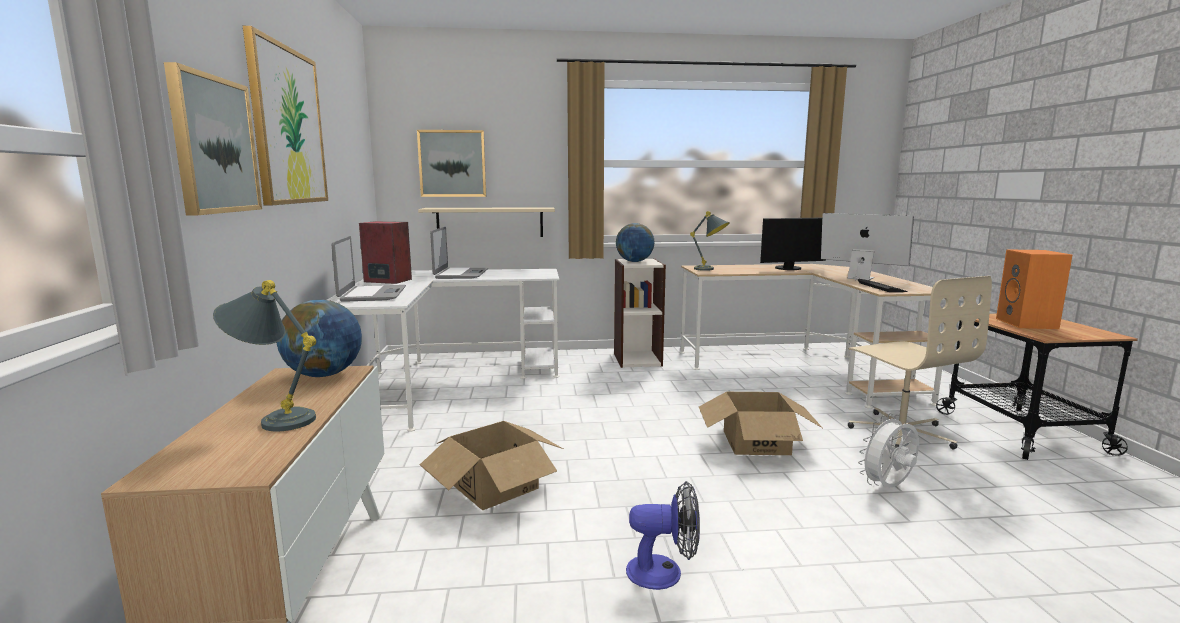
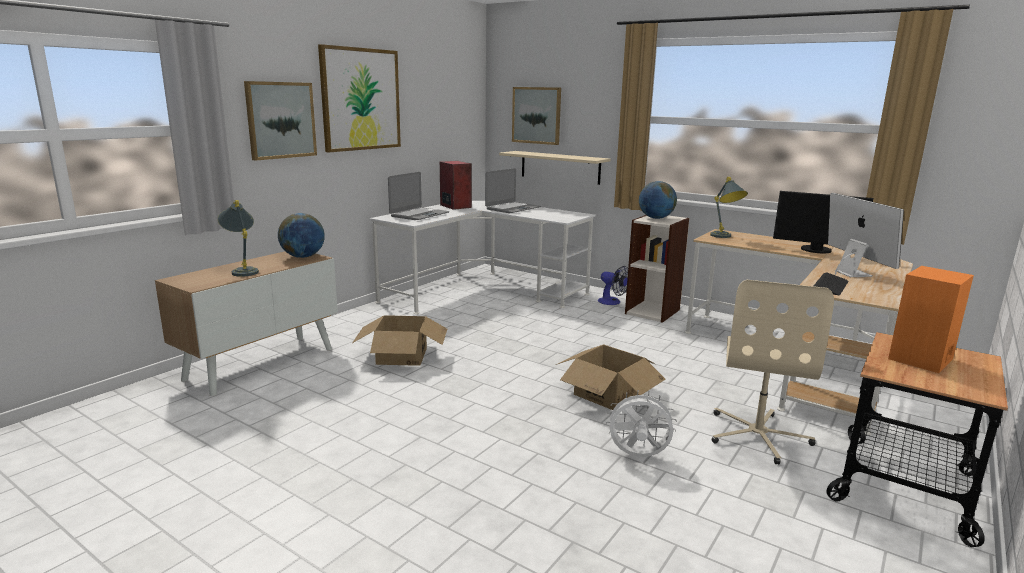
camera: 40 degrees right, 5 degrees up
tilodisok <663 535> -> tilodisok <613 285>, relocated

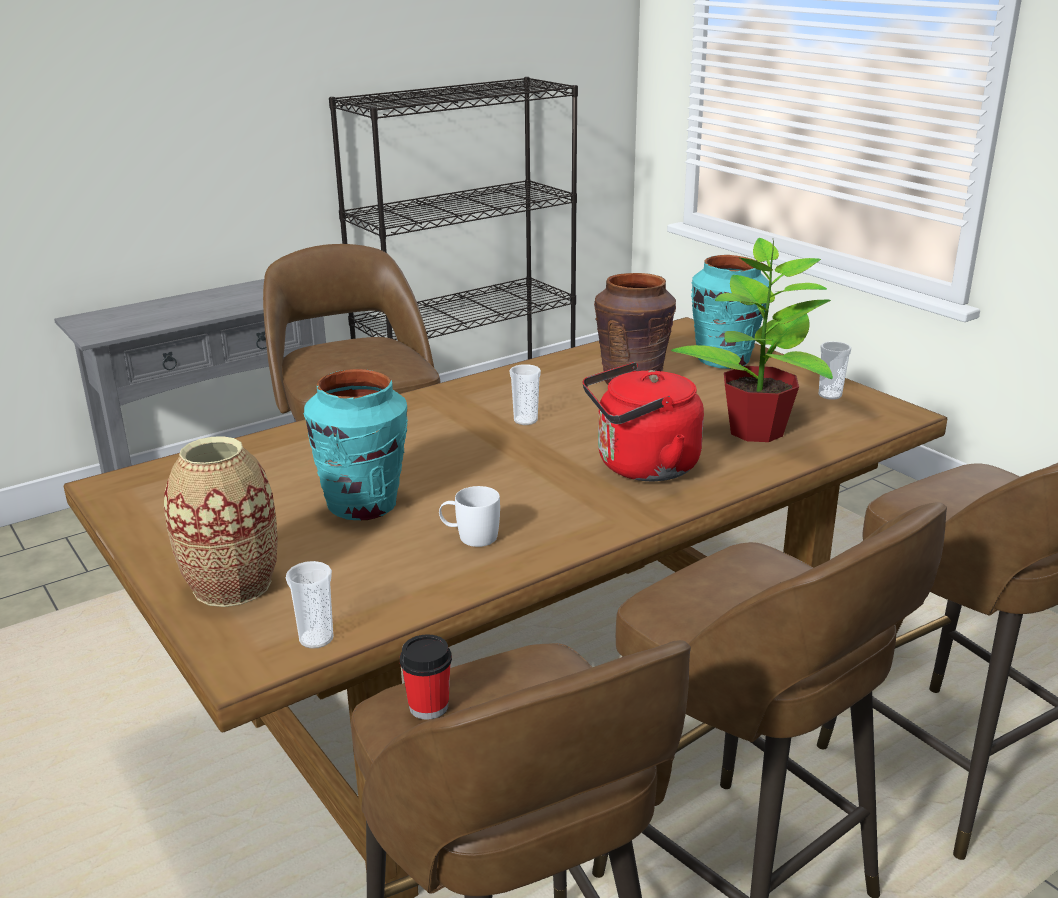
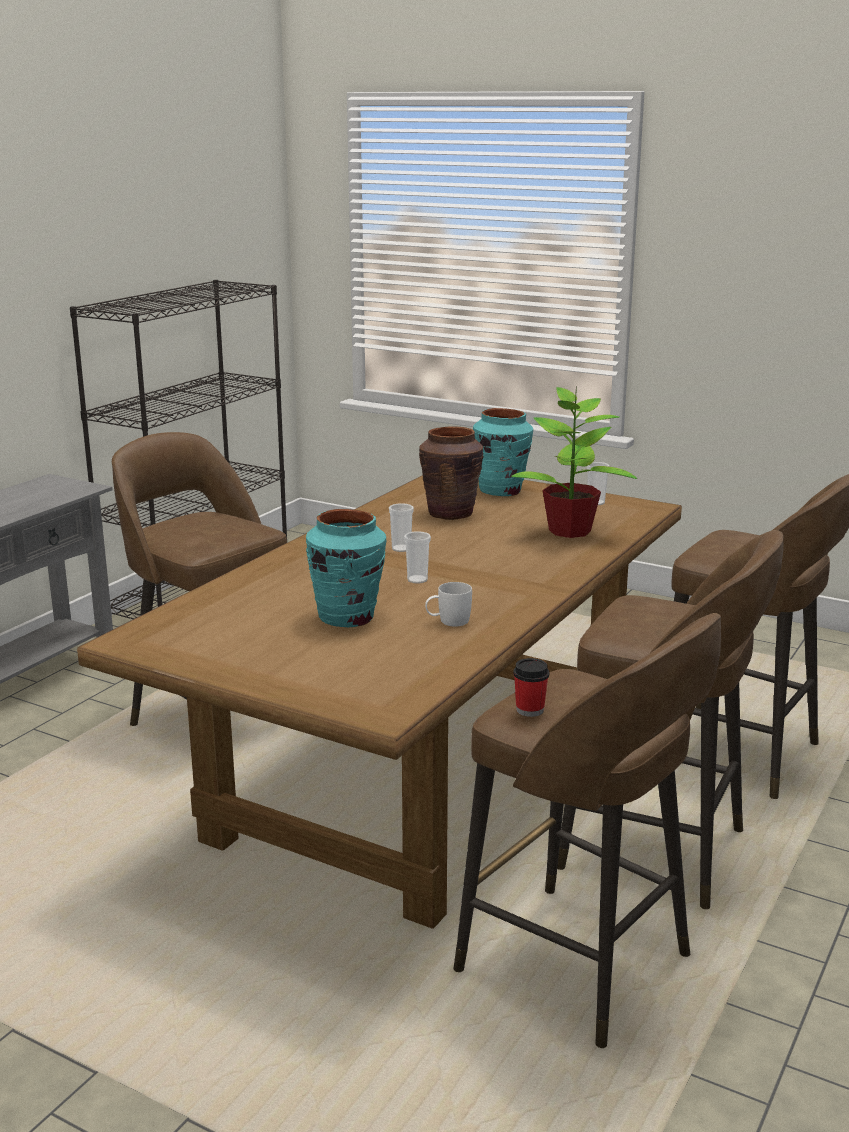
camera: 25 degrees left, 5 degrees down
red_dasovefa <643 421> -> none
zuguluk <221 521> -> none
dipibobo <310 605> -> dipibobo <417 557>, relocated

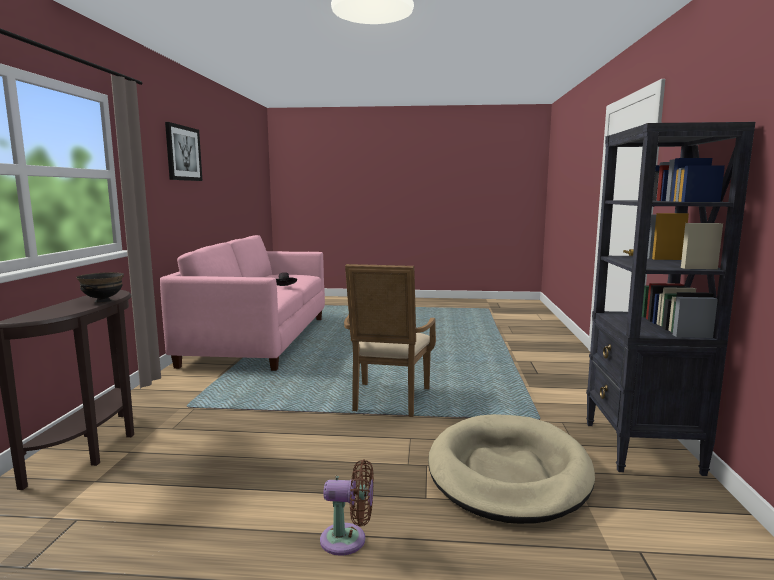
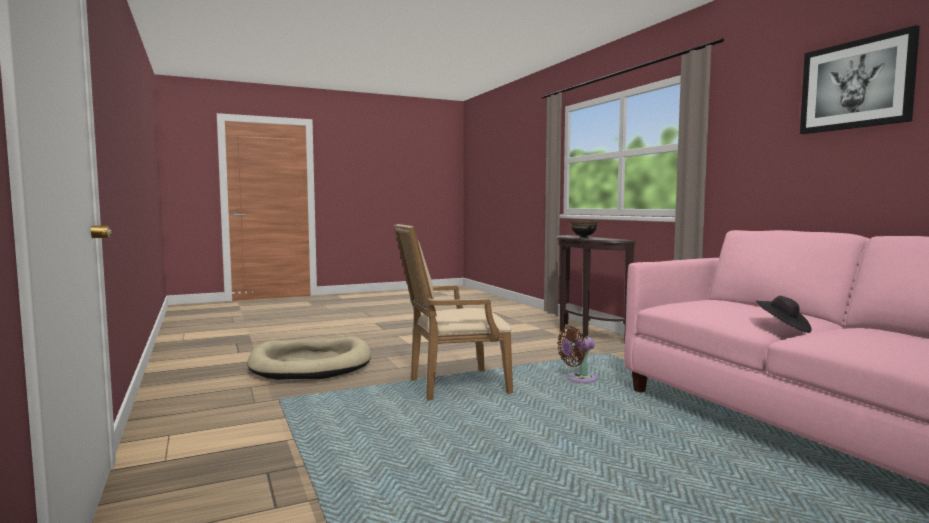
camera: 150 degrees right, 5 degrees down
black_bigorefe <670 299> -> none
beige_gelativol <390 340> -> beige_gelativol <453 312>, 90 degrees counterclockwise
brown_tilodisok <347 507> -> brown_tilodisok <577 354>, relocated

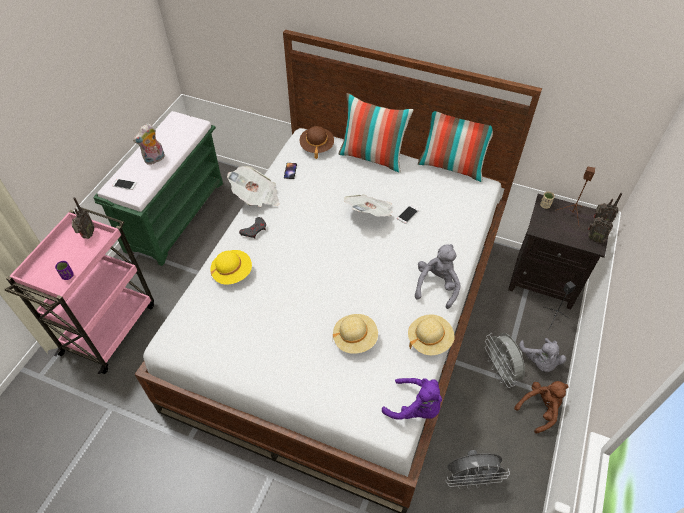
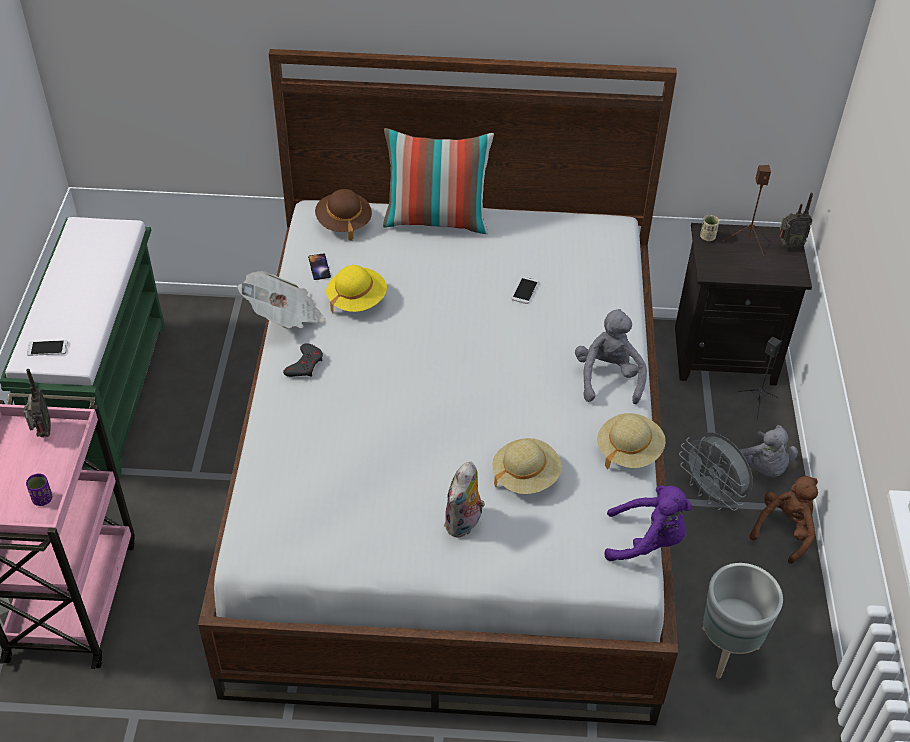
camera: 20 degrees left, 5 degrees down
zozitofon <455 146> -> none
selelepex <149 143> -> selelepex <464 499>, relocated
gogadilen <368 205> -> none
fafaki <602 226> -> none
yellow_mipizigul <231 267> -> yellow_mipizigul <356 289>, relocated
grey_tilodisok <477 469> -> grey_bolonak <742 621>

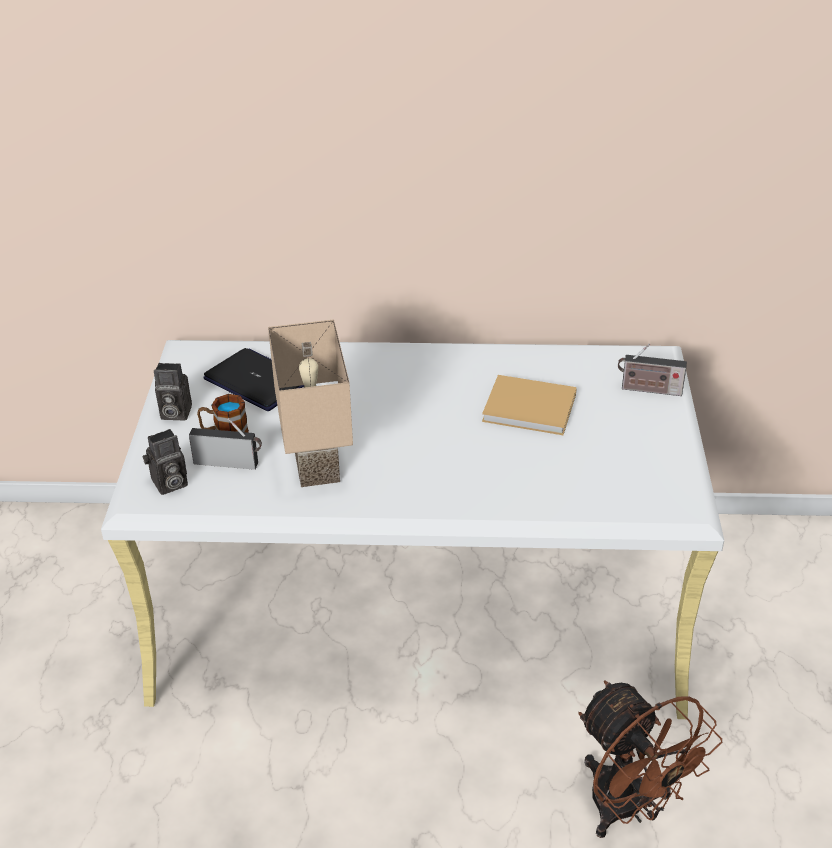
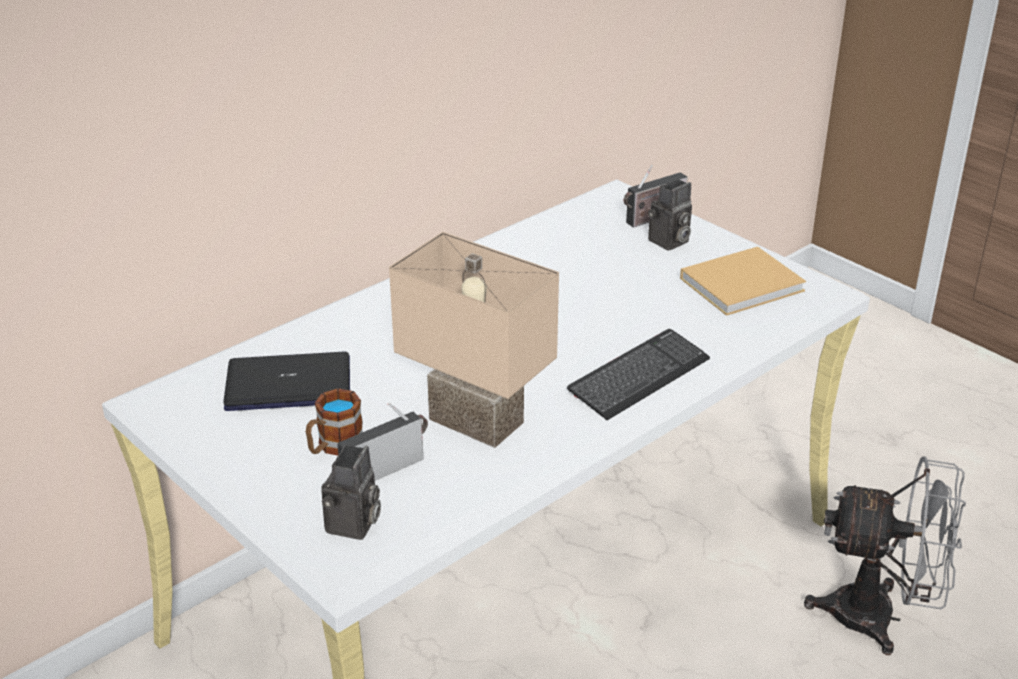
camera: 45 degrees left, 5 degrees down
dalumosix <173 392> -> dalumosix <670 215>, relocated
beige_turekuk <529 405> -> beige_turekuk <743 281>, relocated
brown_tilodisok <650 759> -> grey_tilodisok <885 555>
none -> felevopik <638 374>

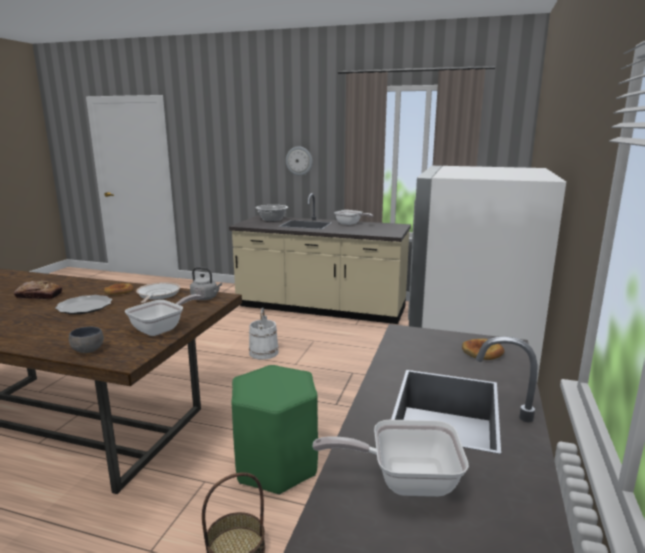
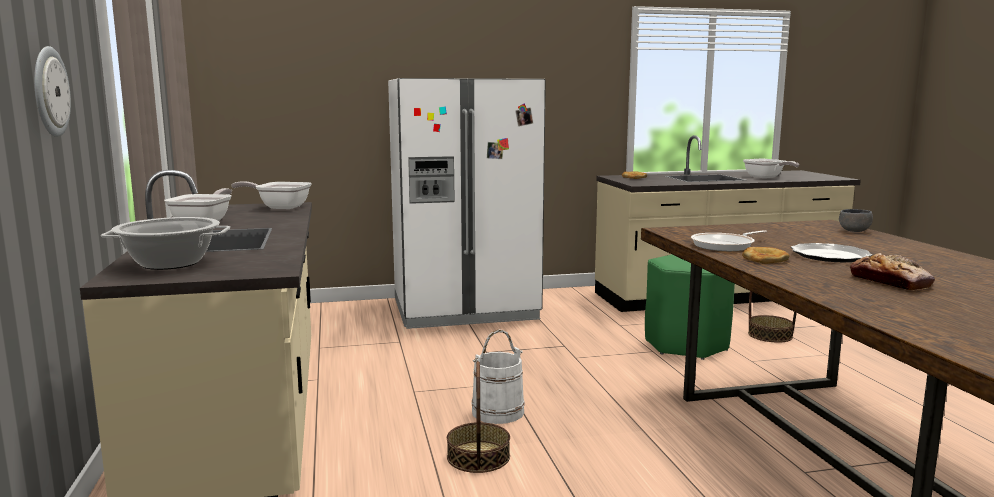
camera: 120 degrees left, 5 degrees down
grey_dasovefa <206 283> -> none
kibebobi <163 315> -> kibebobi <271 195>, relocated
none -> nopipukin <478 417>

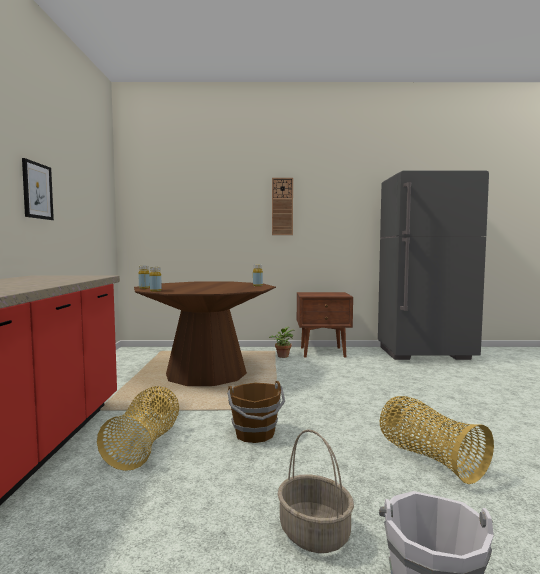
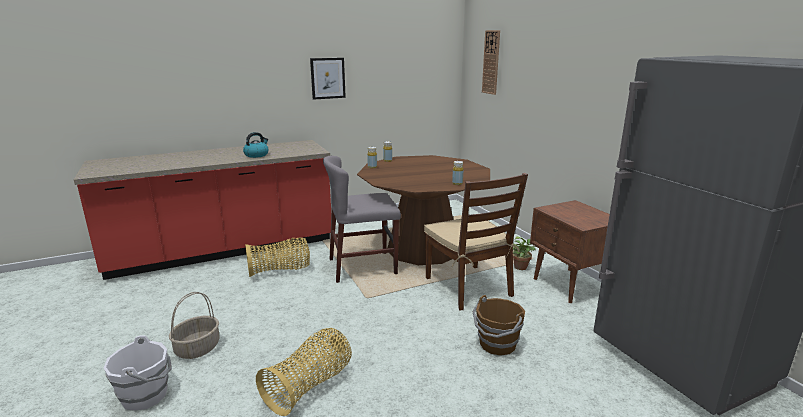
camera: 65 degrees right, 15 degrees up
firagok <282 206> -> firagok <491 62>, relocated
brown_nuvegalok <256 412> -> brown_nuvegalok <499 325>, relocated
none -> dasovefa <255 145>
none -> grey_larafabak <362 219>
none -> brown_larafabak <476 241>

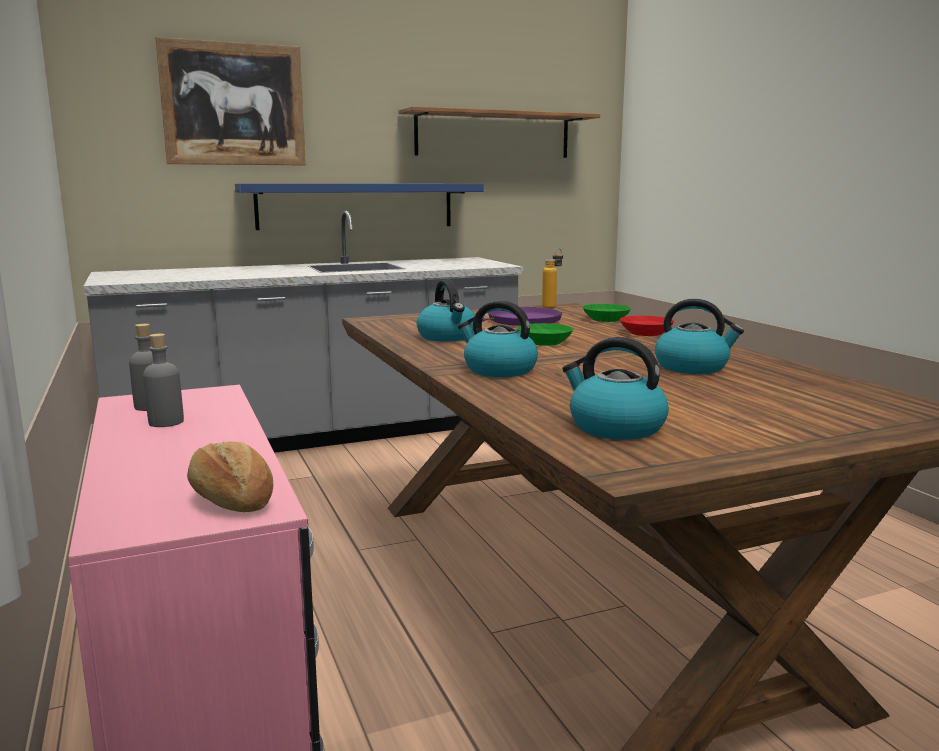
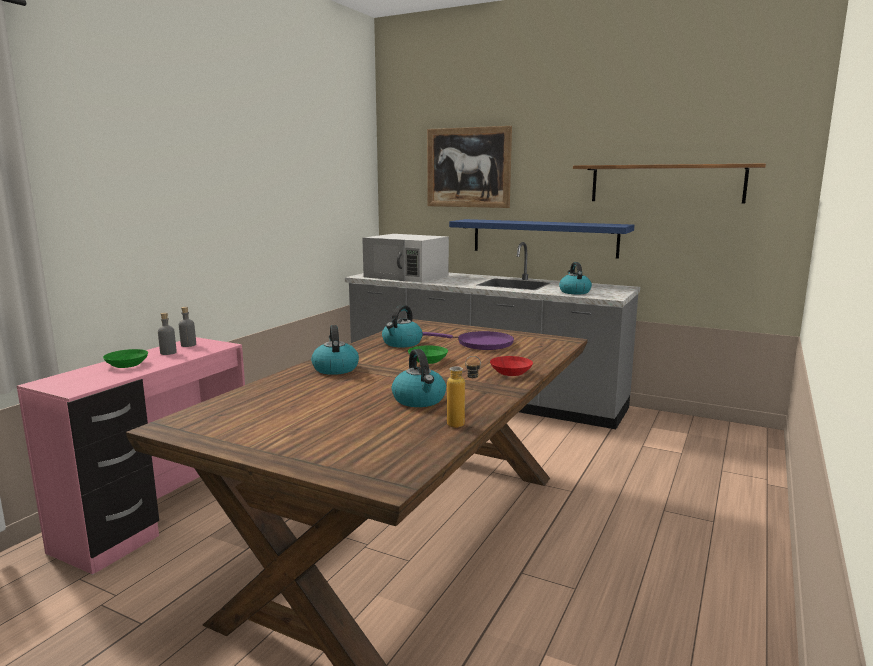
camera: 50 degrees right, 0 degrees up
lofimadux <552 278> -> lofimadux <464 392>, relocated
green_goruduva <607 313> -> green_goruduva <125 358>, relocated
dasovefa <615 388> -> dasovefa <575 278>, relocated
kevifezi <230 477> -> none
none -> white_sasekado <405 258>

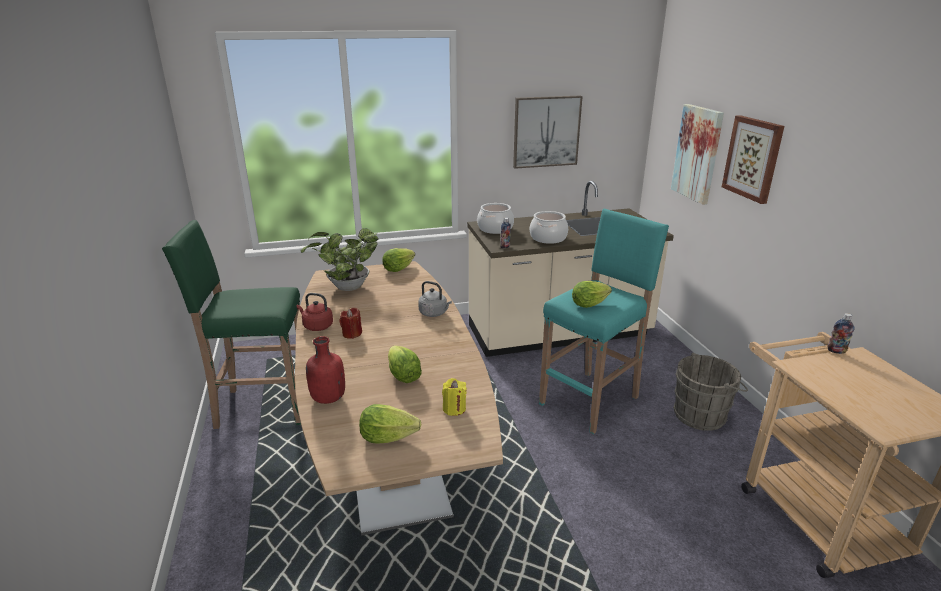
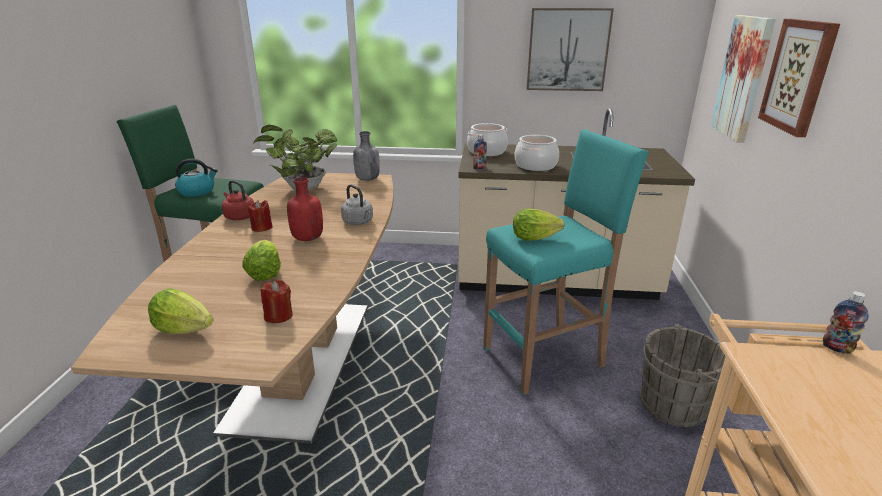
camera: 20 degrees right, 0 degrees up
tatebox <398 260> -> grey_lofimadux <366 156>
red_lofimadux <325 370> -> red_lofimadux <305 209>, relocated
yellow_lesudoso <454 397> -> red_lesudoso <277 301>
none -> dasovefa <196 178>

